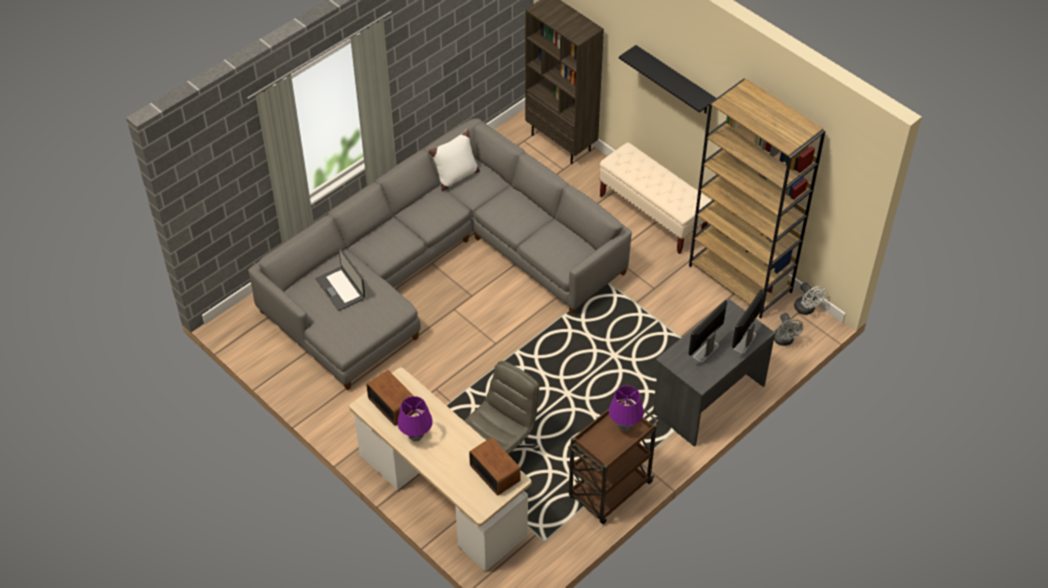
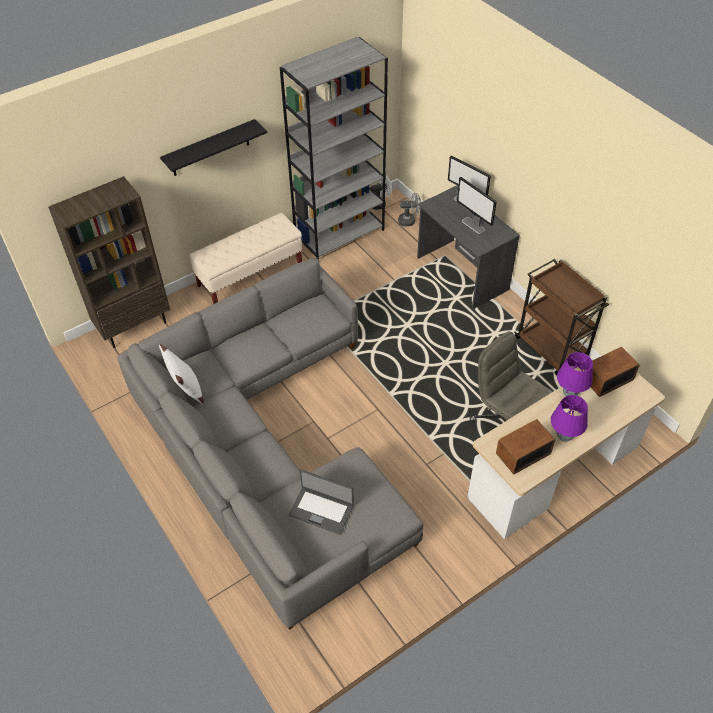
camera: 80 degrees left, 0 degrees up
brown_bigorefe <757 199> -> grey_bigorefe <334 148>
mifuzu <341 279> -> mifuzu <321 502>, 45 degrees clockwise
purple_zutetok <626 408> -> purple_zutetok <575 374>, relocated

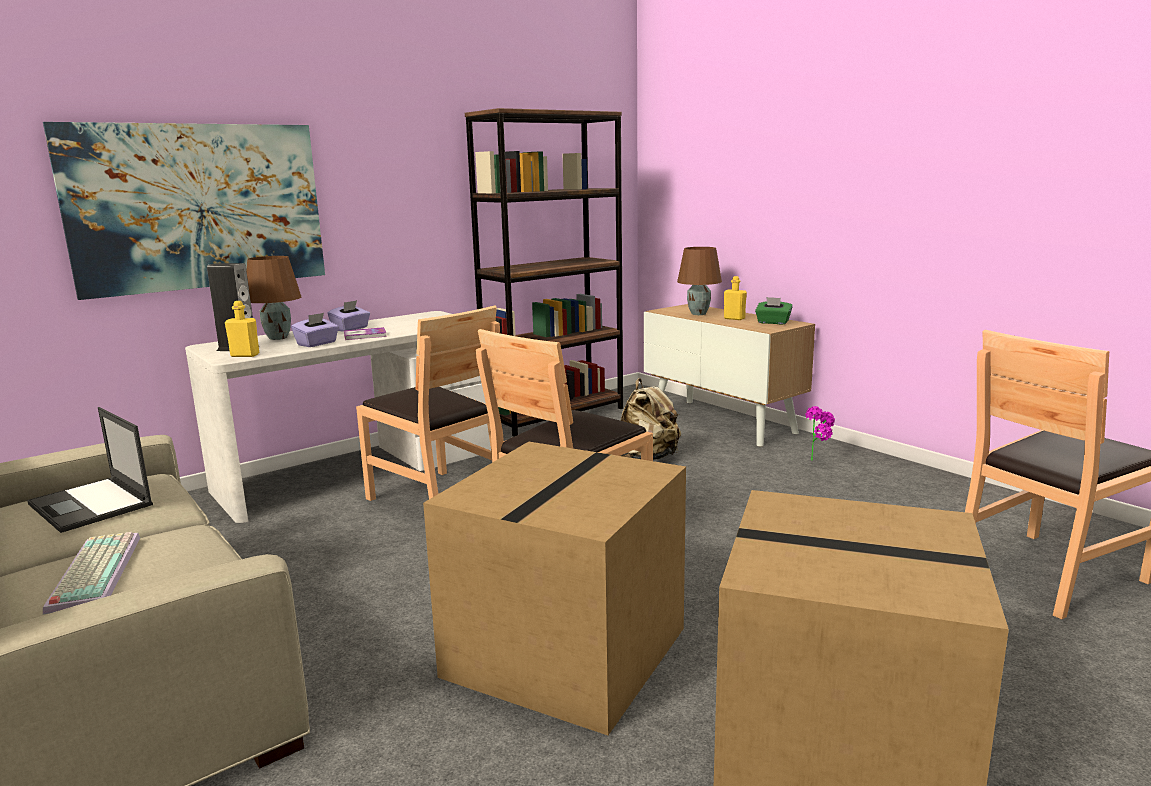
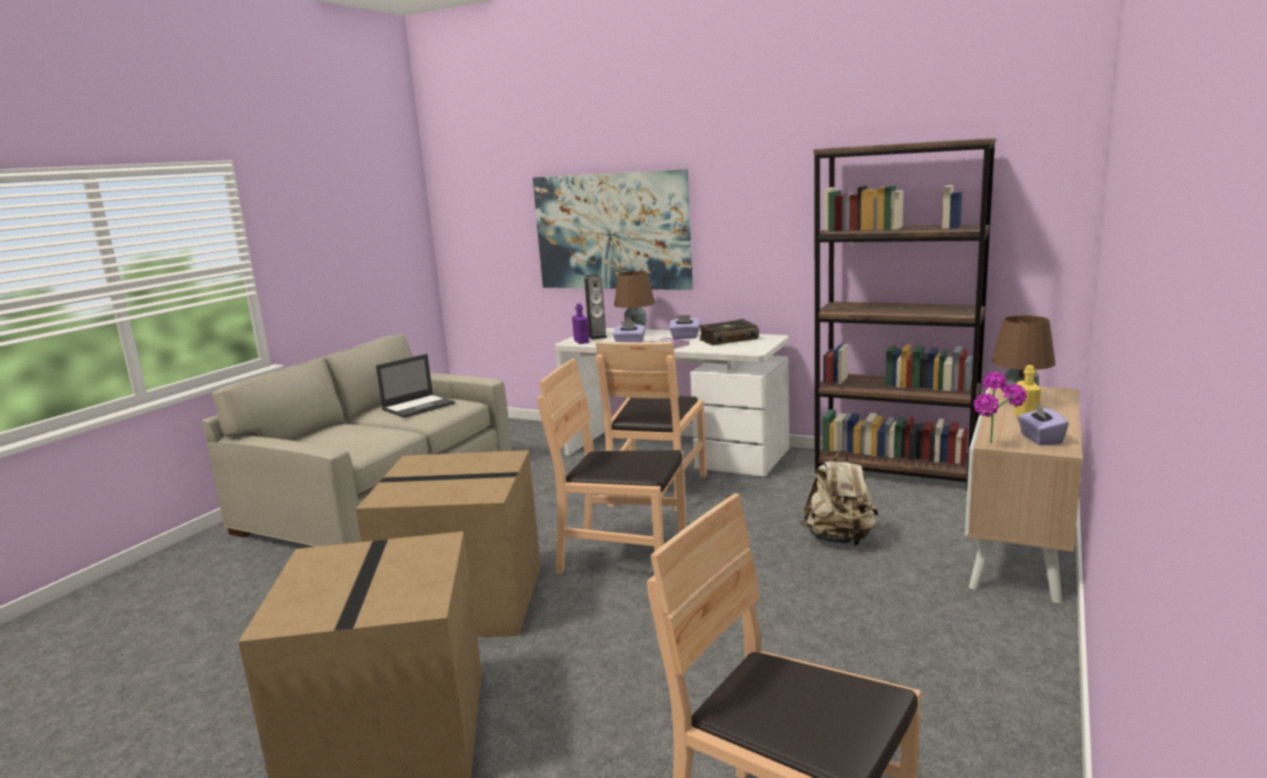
camera: 65 degrees right, 0 degrees up
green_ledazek <774 310> -> purple_ledazek <1043 423>
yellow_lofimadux <242 329> -> purple_lofimadux <581 323>
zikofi <820 433> -> zikofi <1000 408>, relocated
mifuzu <90 470> -> mifuzu <415 386>, 150 degrees counterclockwise
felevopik <91 573> -> none
none -> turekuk <729 332>

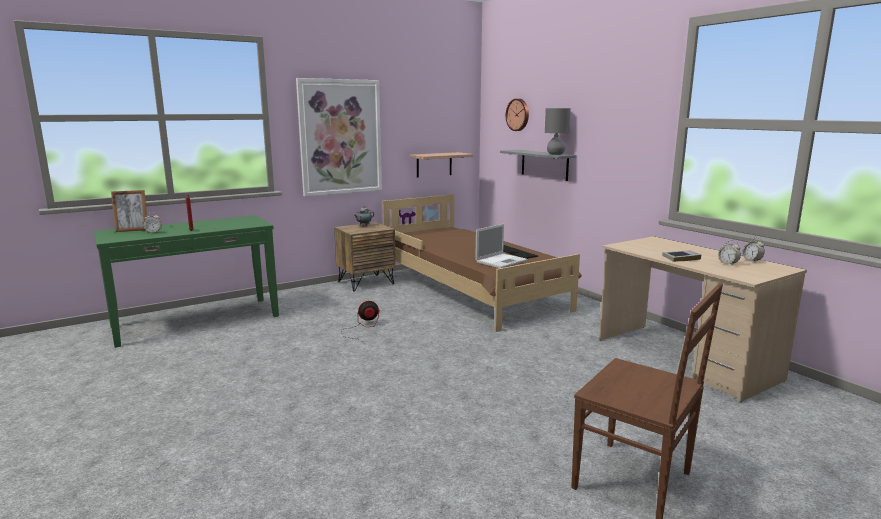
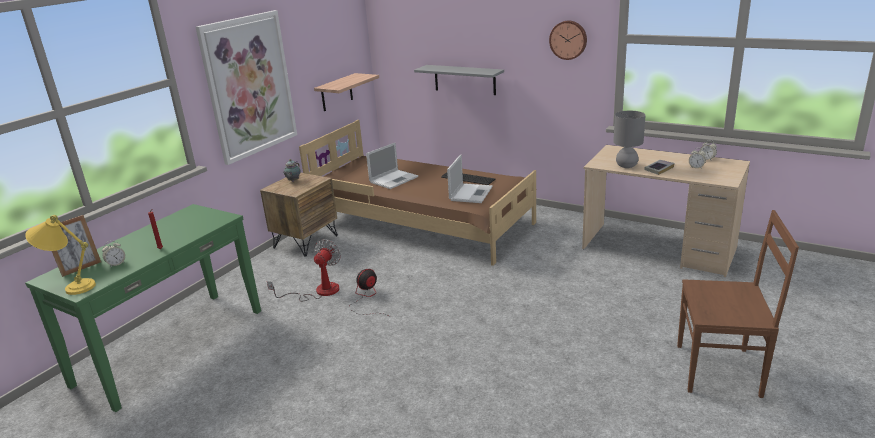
camera: 25 degrees left, 10 degrees up
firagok <517 115> -> firagok <568 40>, relocated
grey_zutetok <558 131> -> grey_zutetok <629 139>, relocated
none -> mifuzu <392 166>
none -> yellow_zutetok <60 255>
none -> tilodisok <304 270>

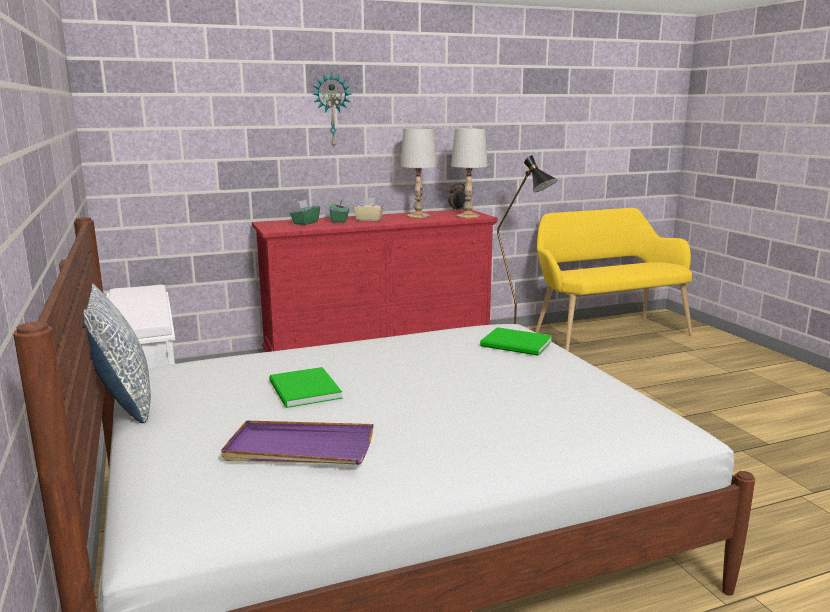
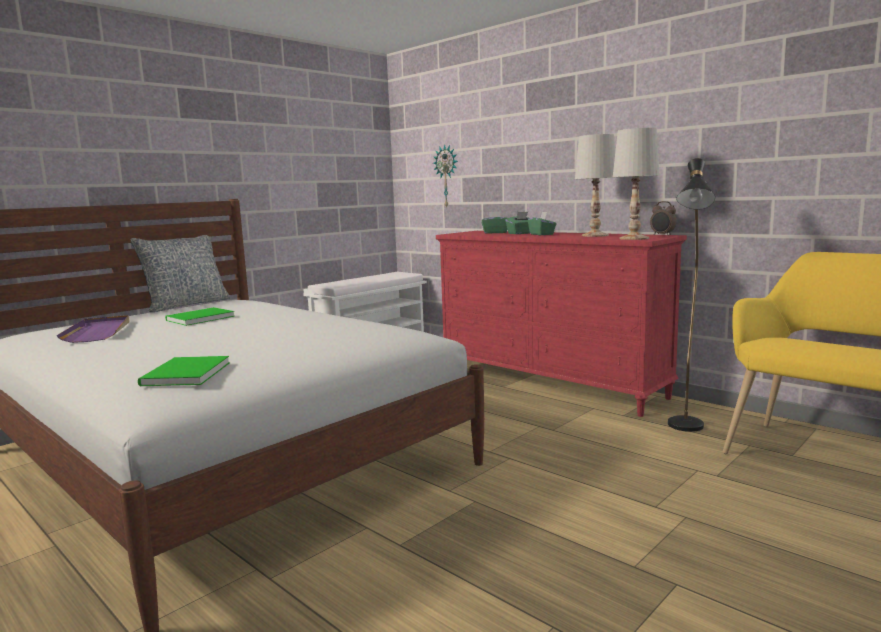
camera: 65 degrees right, 5 degrees down
firagok <332 109> -> firagok <445 176>, relocated
beige_ledazek <368 209> -> green_ledazek <542 223>
green_turekuk <516 341> -> green_turekuk <184 371>, relocated

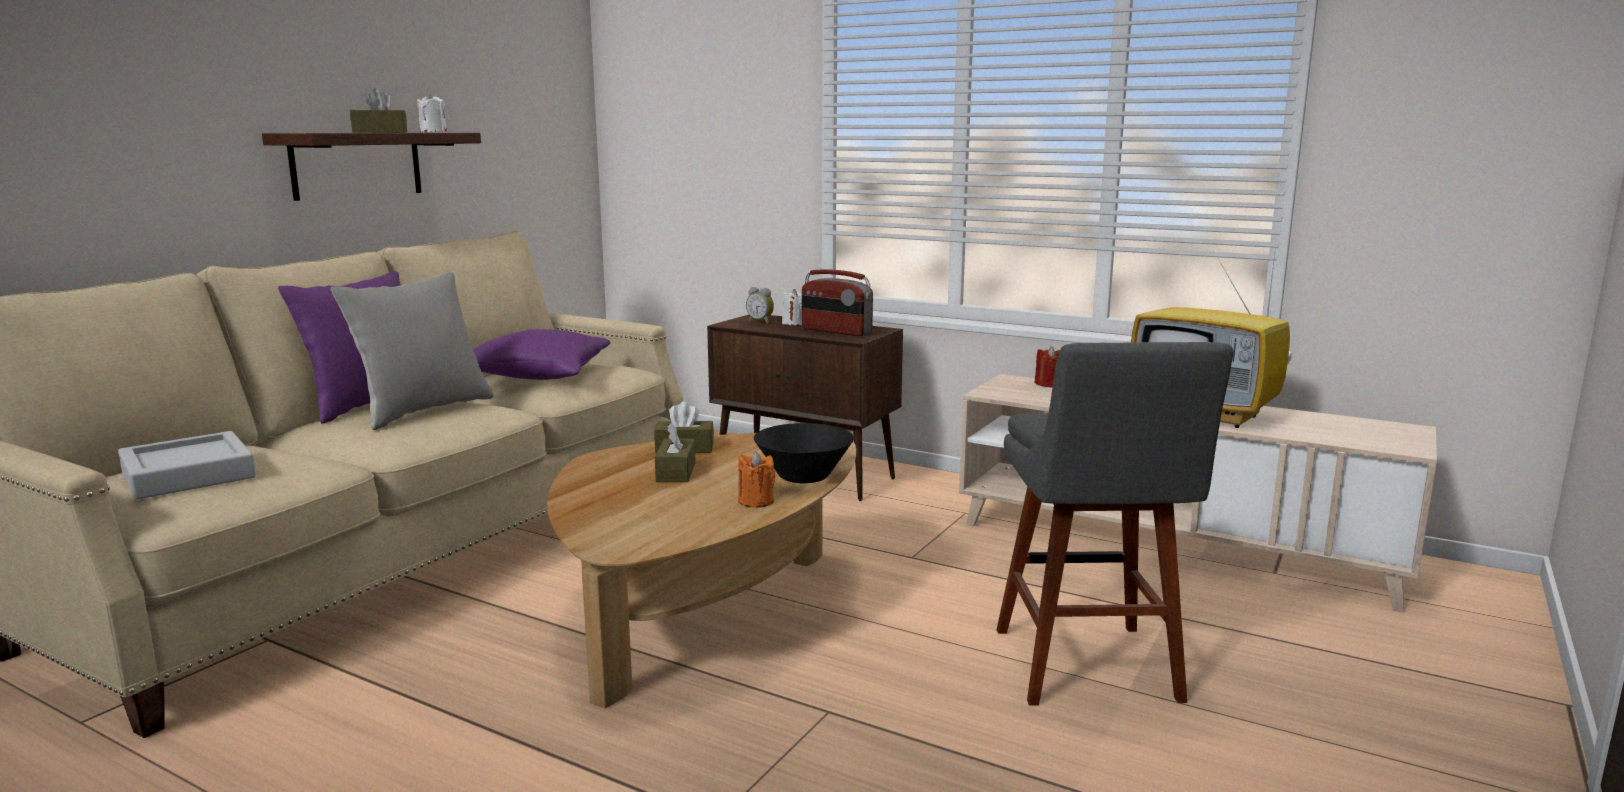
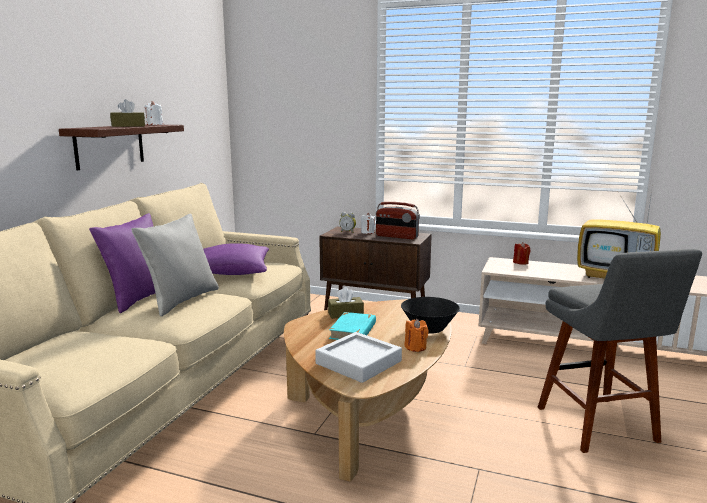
camera: 10 degrees left, 0 degrees up
brown_ledazek <675 452> -> turquoise_turekuk <352 326>
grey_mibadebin <187 465> -> grey_mibadebin <358 357>, relocated

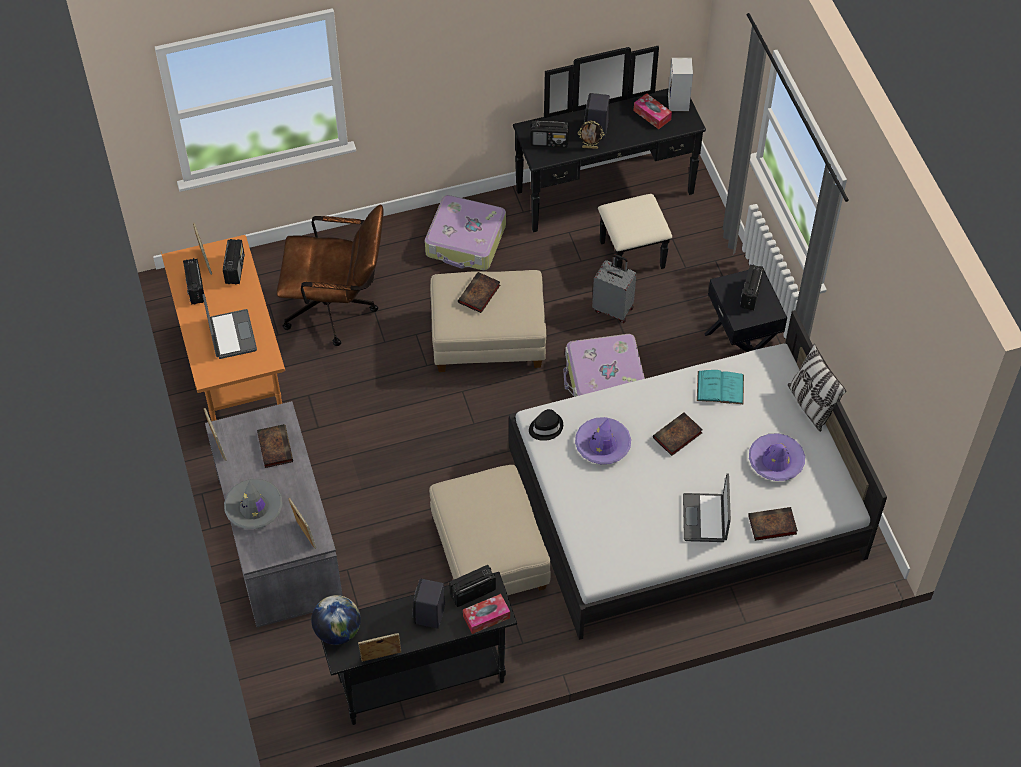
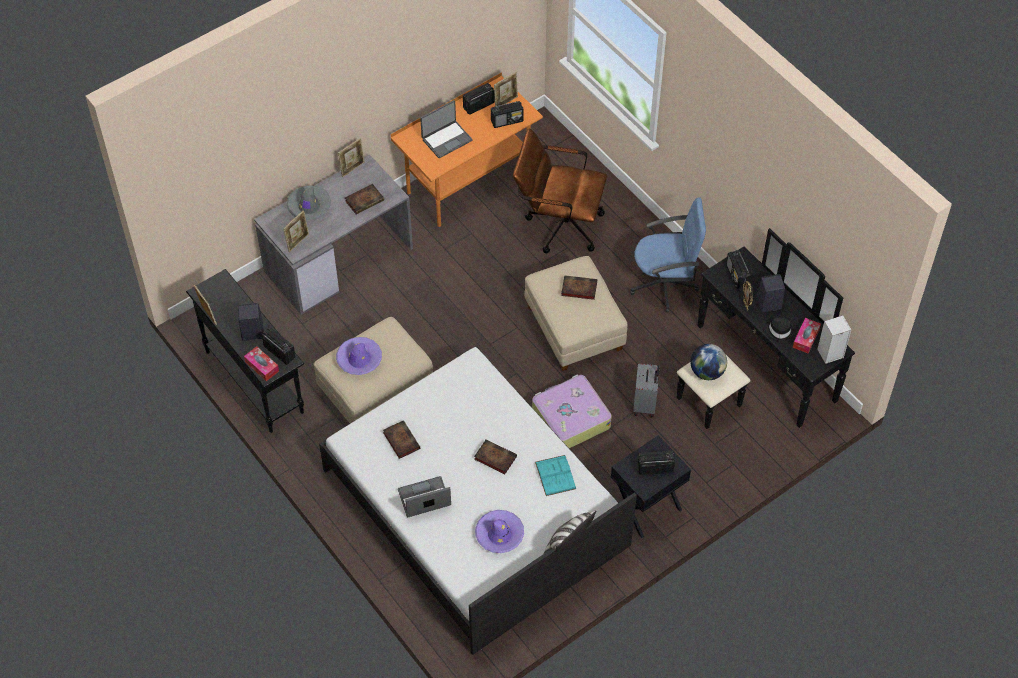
camera: 70 degrees right, 0 degrees up
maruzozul <465 232> -> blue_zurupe <668 254>
brown_zurupe <330 275> -> brown_zurupe <560 191>, 120 degrees clockwise
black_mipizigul <546 425> -> black_mipizigul <779 329>, relocated
purple_mipizigul <603 440> -> purple_mipizigul <359 356>, relocated
turekuk <773 524> -> turekuk <401 439>, relocated
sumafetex <336 620> -> sumafetex <708 362>, relocated

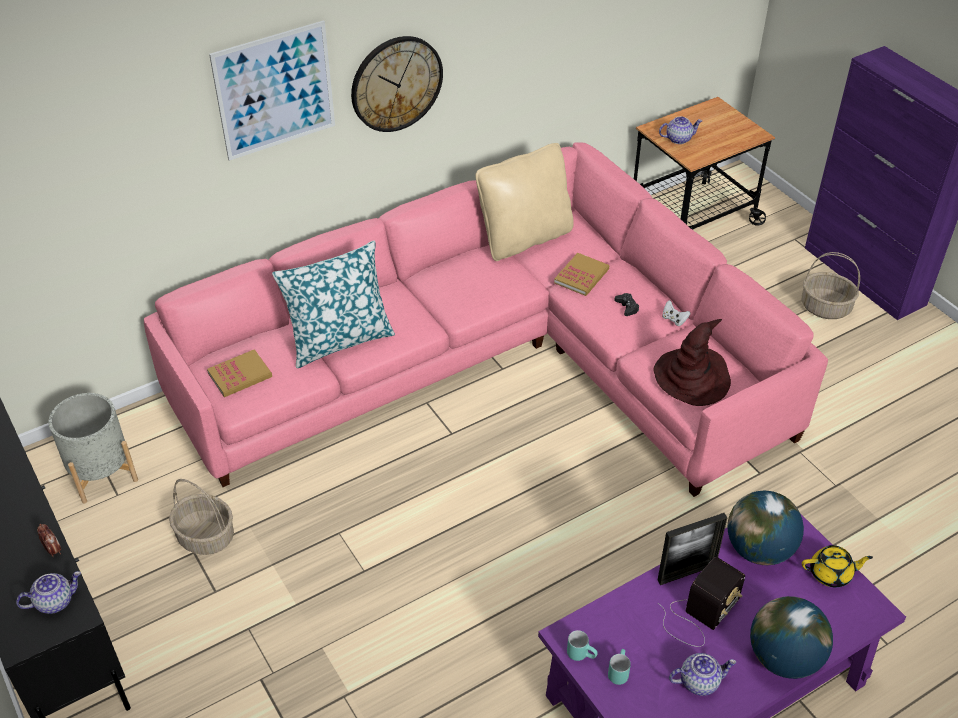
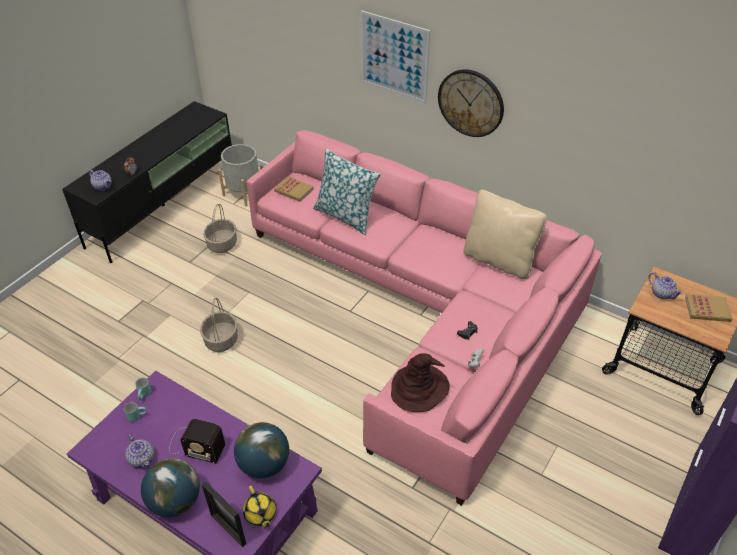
camera: 65 degrees right, 0 degrees up
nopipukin <830 285> -> nopipukin <219 325>, relocated
turekuk <581 274> -> turekuk <708 308>, relocated
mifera <693 549> -> mifera <224 514>, relocated

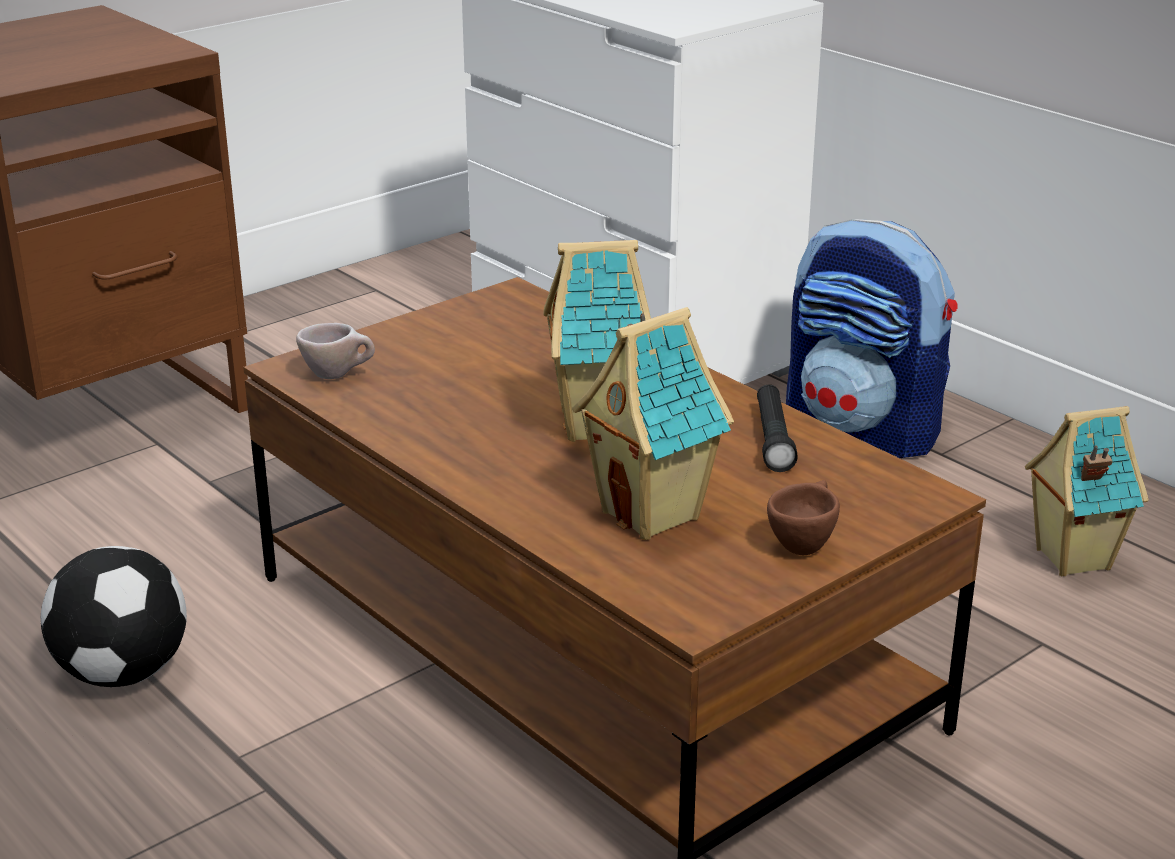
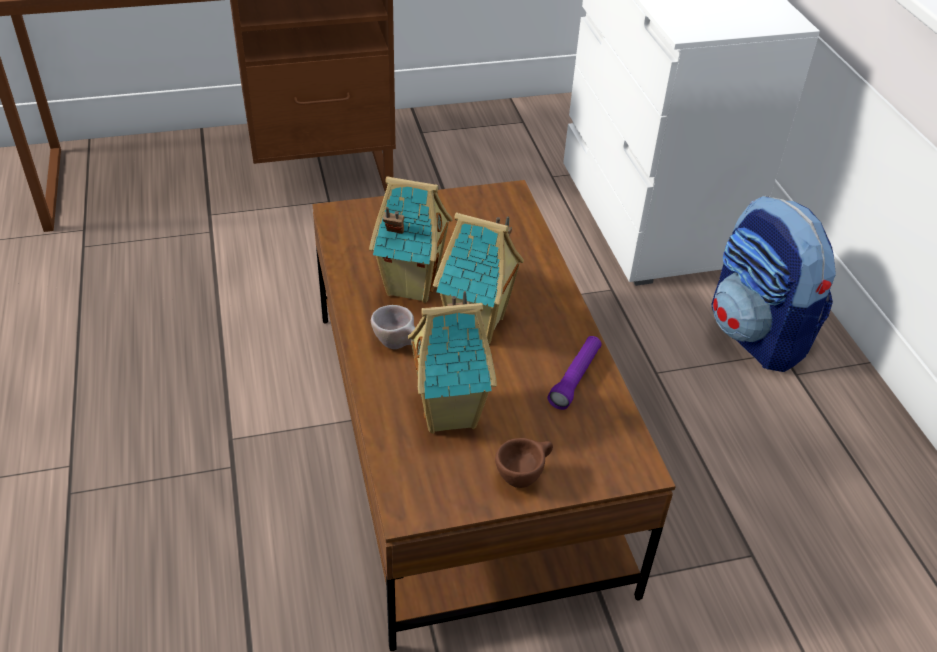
camera: 25 degrees right, 15 degrees up
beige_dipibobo <335 351> -> beige_dipibobo <393 327>, relocated
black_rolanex <777 428> -> purple_rolanex <574 373>
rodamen <1086 491> -> rodamen <410 240>, relocated
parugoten <114 616> -> none

